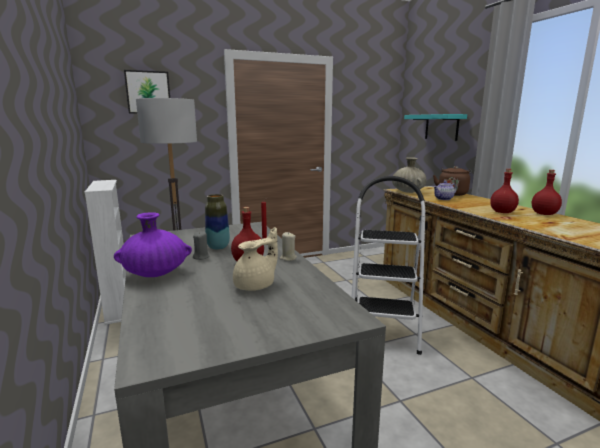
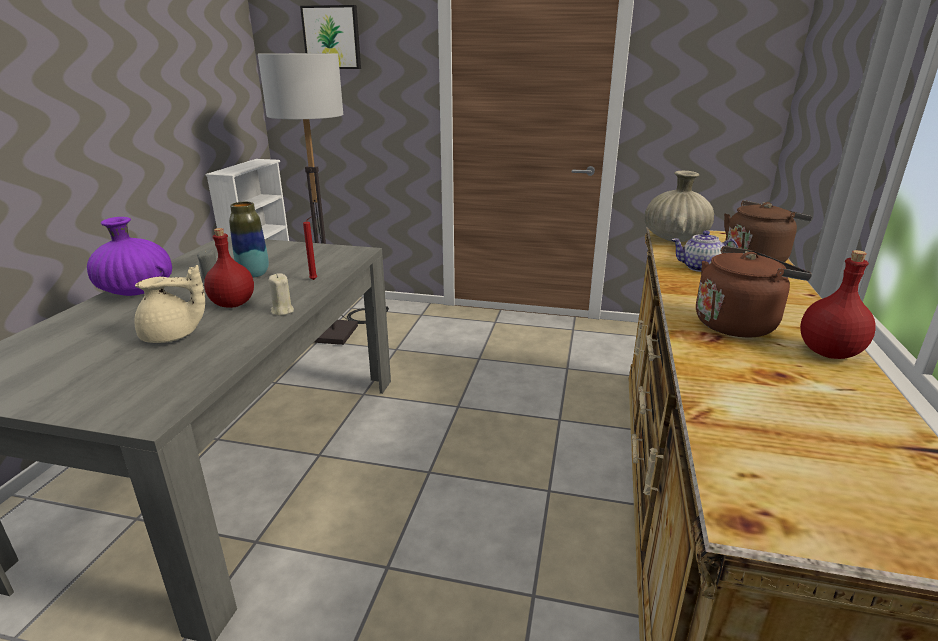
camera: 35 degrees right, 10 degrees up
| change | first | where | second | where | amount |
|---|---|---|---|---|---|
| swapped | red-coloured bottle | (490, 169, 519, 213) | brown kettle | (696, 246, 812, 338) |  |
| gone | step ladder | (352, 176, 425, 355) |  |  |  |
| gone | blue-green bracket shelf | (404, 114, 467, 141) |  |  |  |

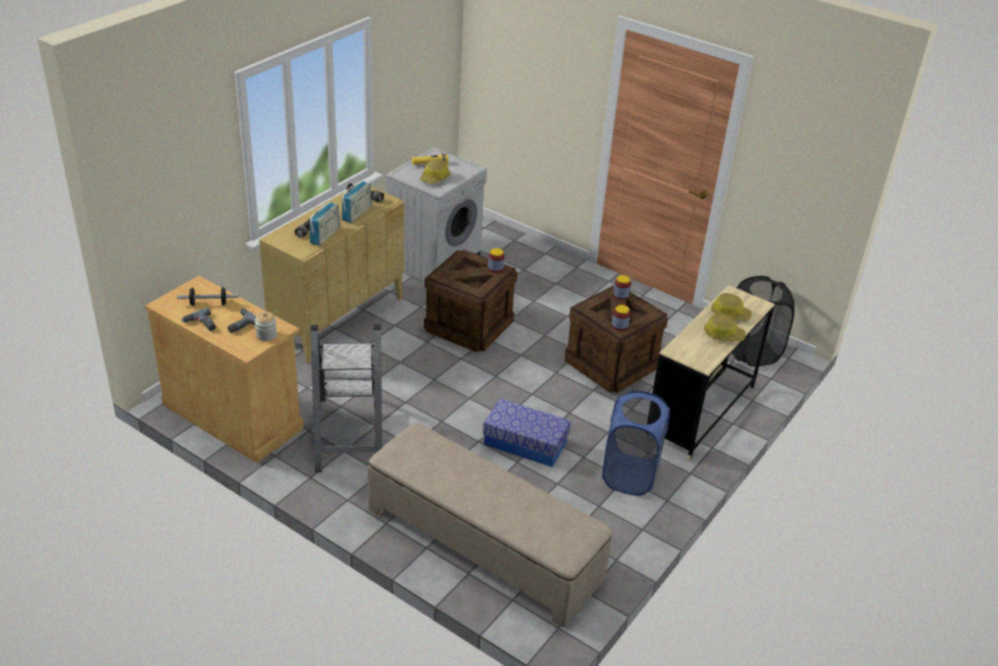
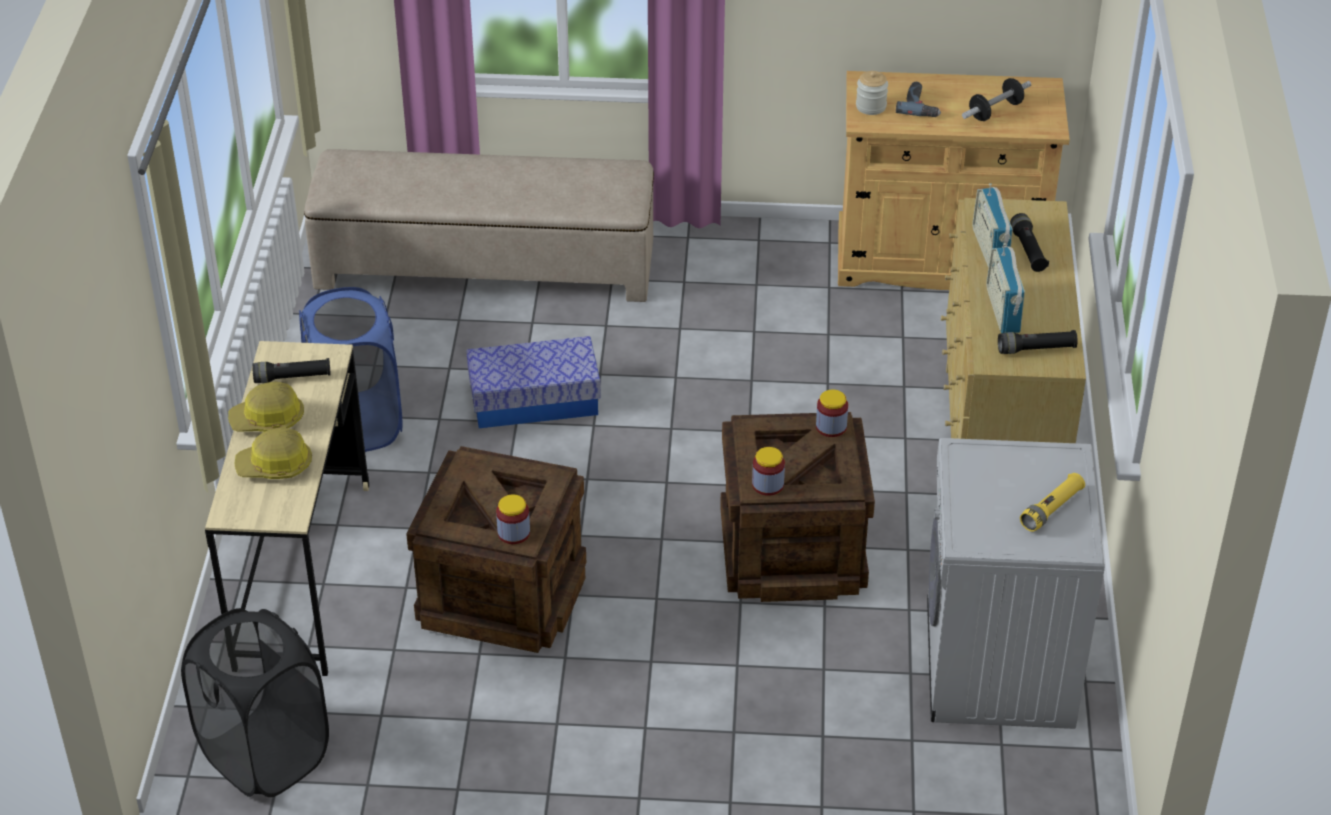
camera: 150 degrees right, 5 degrees up
| change | first | where | second | where | amount |
|---|---|---|---|---|---|
| new |  |  | black-coloured flashlight | (252, 358, 331, 383) |  |
| shifted | storage jar | (612, 305, 630, 331) |  | (816, 389, 848, 437) |  |
| gone | drill | (182, 308, 216, 331) |  |  |  |
| gone | greyish step ladder | (310, 324, 383, 472) |  |  |  |
| gone | hard hat | (420, 158, 450, 184) |  |  |  |

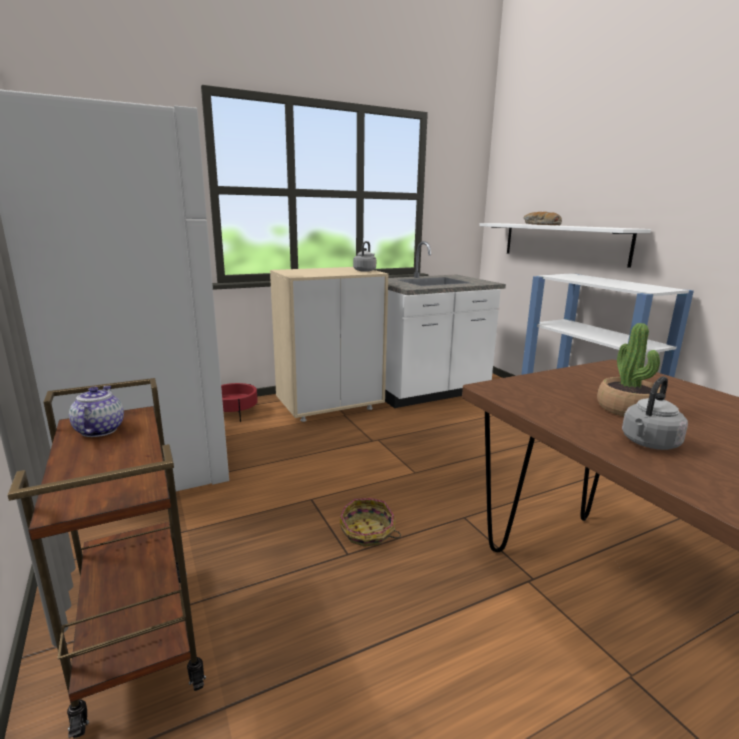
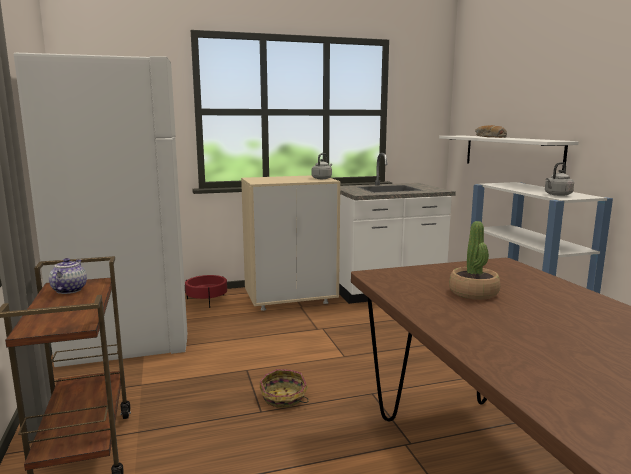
camera: 10 degrees right, 5 degrees down
| change | first | where | second | where | amount |
|---|---|---|---|---|---|
| shifted | greyish kettle | (622, 376, 688, 450) |  | (545, 162, 574, 196) |  |

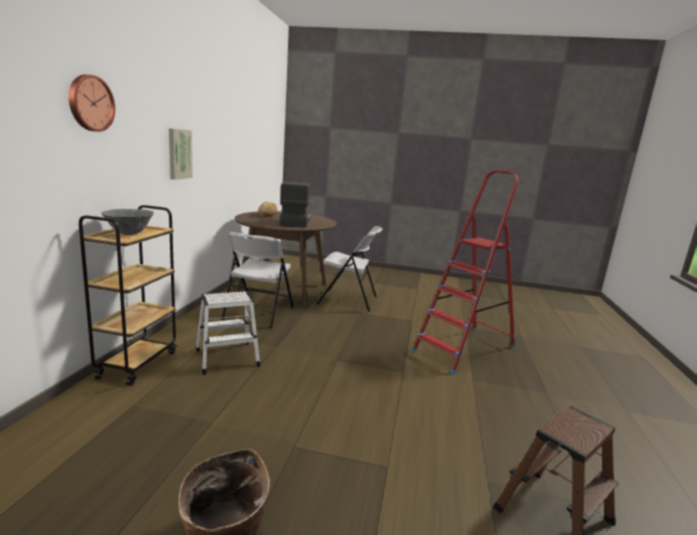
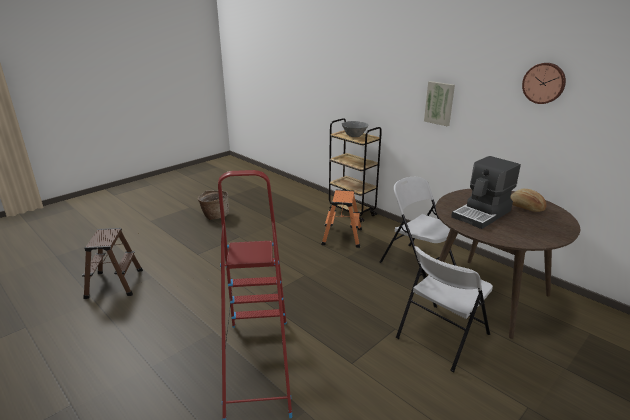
camera: 125 degrees right, 10 degrees up
| change | first | where | second | where | amount |
|---|---|---|---|---|---|
| repainted | whitish step ladder | (196, 291, 260, 375) | orange step ladder | (321, 190, 362, 248) |  |
| rotated | coffee brewer | (280, 181, 310, 228) |  | (451, 156, 521, 229) | 105 degrees clockwise |
| shifted | wall clock | (69, 74, 115, 132) |  | (522, 63, 566, 104) |  |

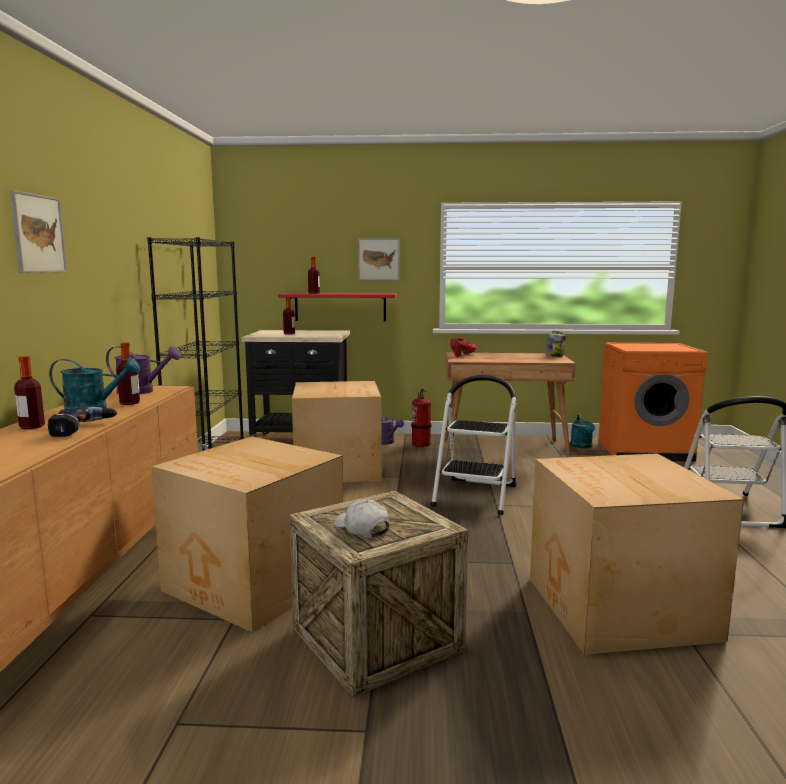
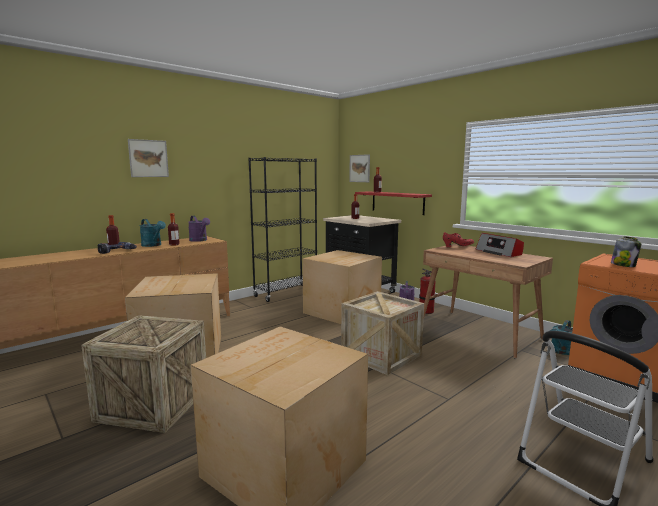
camera: 45 degrees right, 0 degrees up
| change | first | where | second | where | amount |
|---|---|---|---|---|---|
| swapped | step ladder | (431, 375, 516, 515) | shipping crate | (341, 291, 424, 375) |  |
| shifted | picture | (358, 238, 400, 281) |  | (349, 154, 370, 182) |  |
| new |  |  | radio set | (475, 233, 524, 257) |  |
| shifted | storage jar | (546, 331, 566, 357) |  | (611, 236, 641, 267) |  |
| gone | whitish peaked cap | (334, 499, 389, 538) |  |  |  |

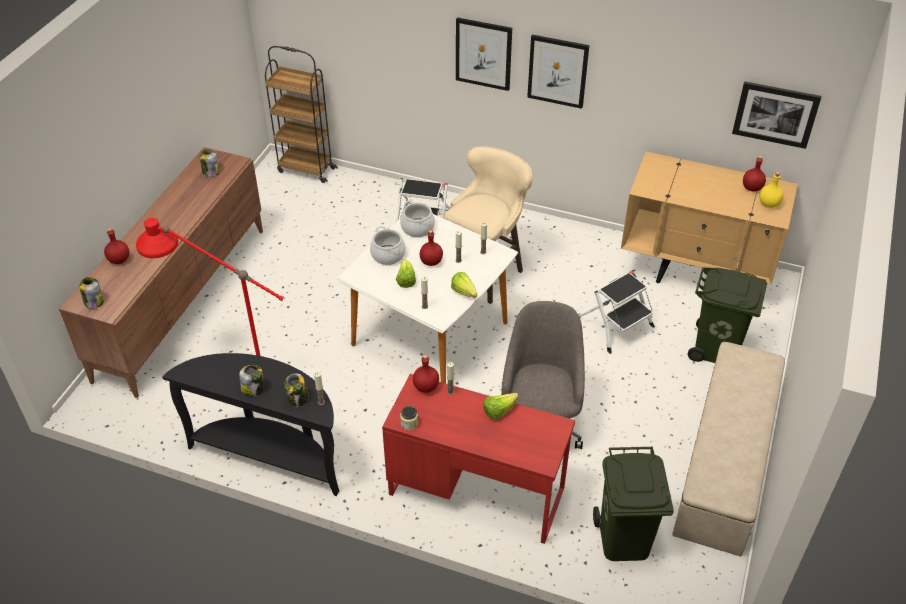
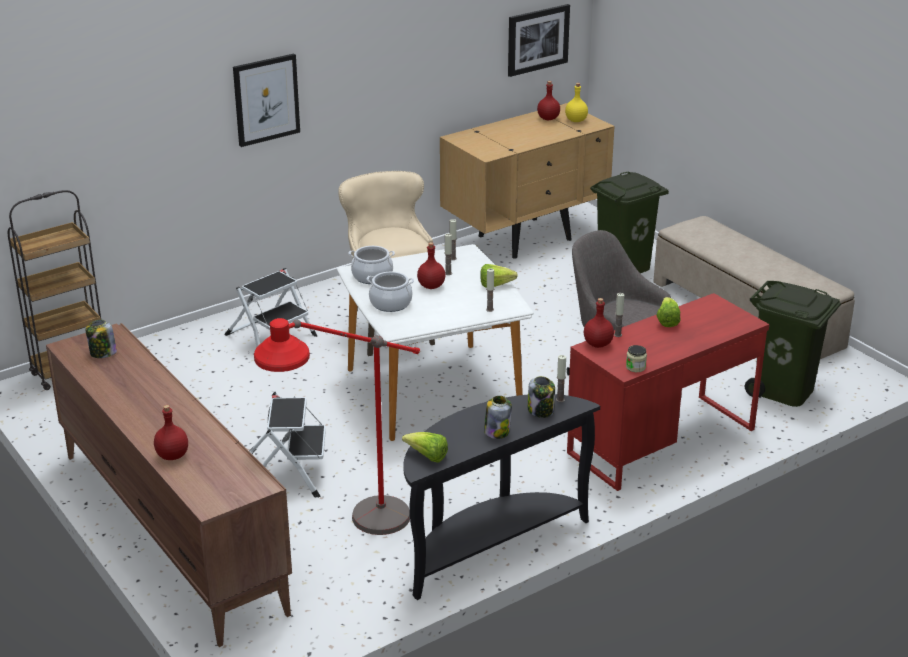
camera: 55 degrees left, 15 degrees down
| change | first | where | second | where | amount |
|---|---|---|---|---|---|
| shifted | step ladder | (578, 269, 655, 354) |  | (249, 392, 326, 497) |  |
| shifted | lettuce | (396, 259, 416, 288) |  | (402, 432, 448, 463) |  |
| gone | storage jar | (79, 277, 104, 309) |  |  |  |
| gone | picture | (527, 35, 589, 109) |  |  |  |

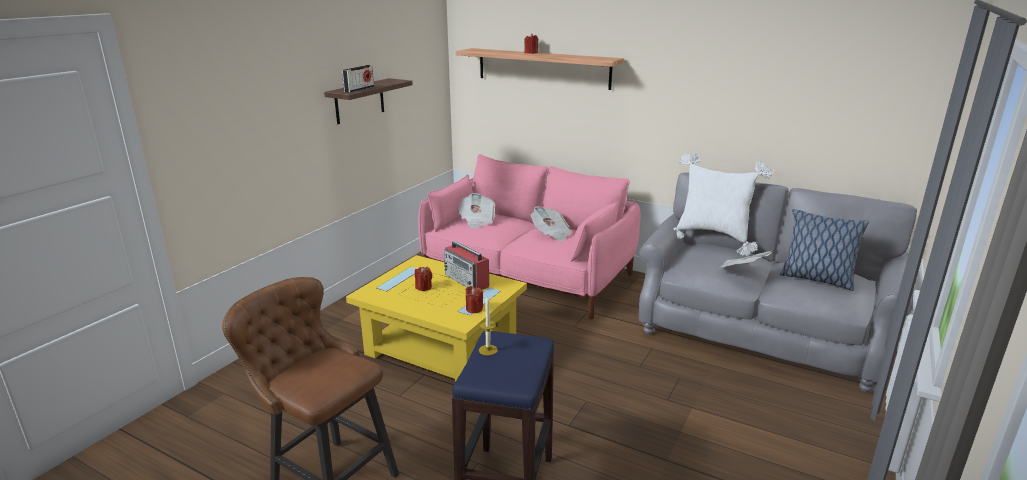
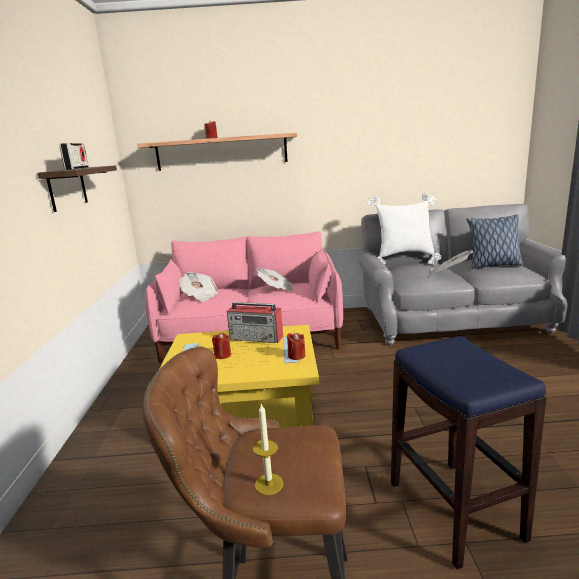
camera: 30 degrees left, 5 degrees down
| change | first | where | second | where | amount |
|---|---|---|---|---|---|
| shifted | wax light | (479, 296, 498, 356) |  | (253, 404, 283, 495) |  |

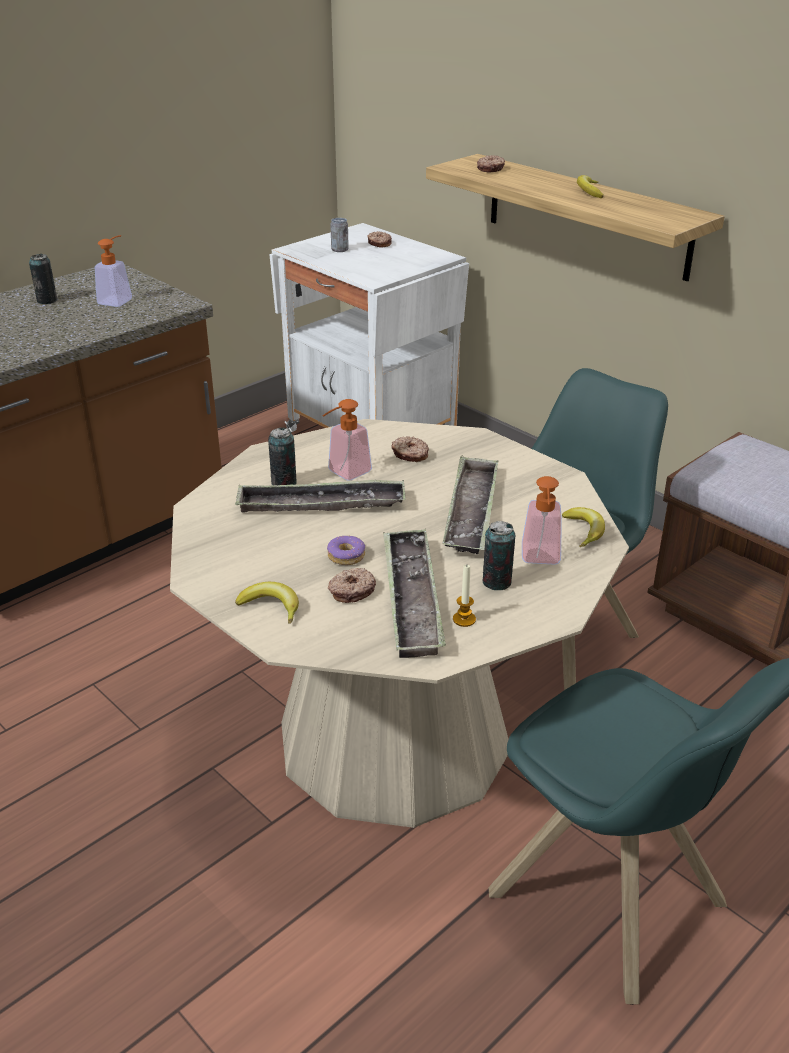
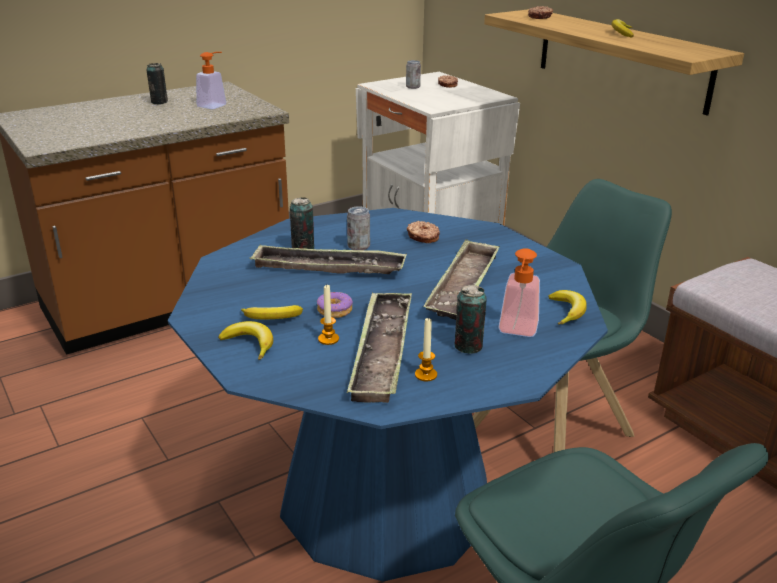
camera: 10 degrees right, 5 degrees down
| change | first | where | second | where | amount |
|---|---|---|---|---|---|
| repainted | beige kitchen table | (170, 419, 629, 828) | blue kitchen table | (168, 208, 608, 582) |  |
| new |  |  | banana | (241, 305, 303, 319) |  |
| swapped | doughnut | (328, 568, 376, 603) | wax light | (318, 285, 339, 345) |  |
| swapped | soap bottle | (322, 399, 372, 481) | can | (347, 206, 370, 250) |  |

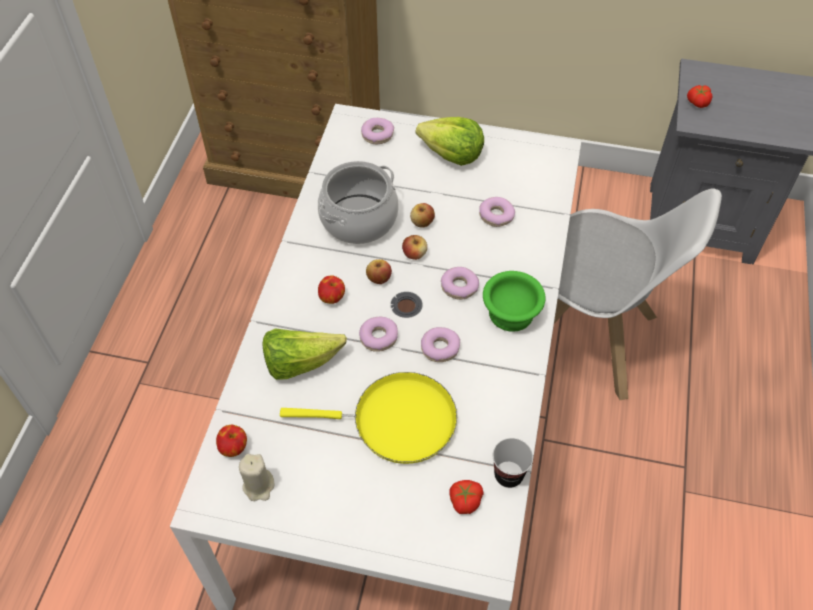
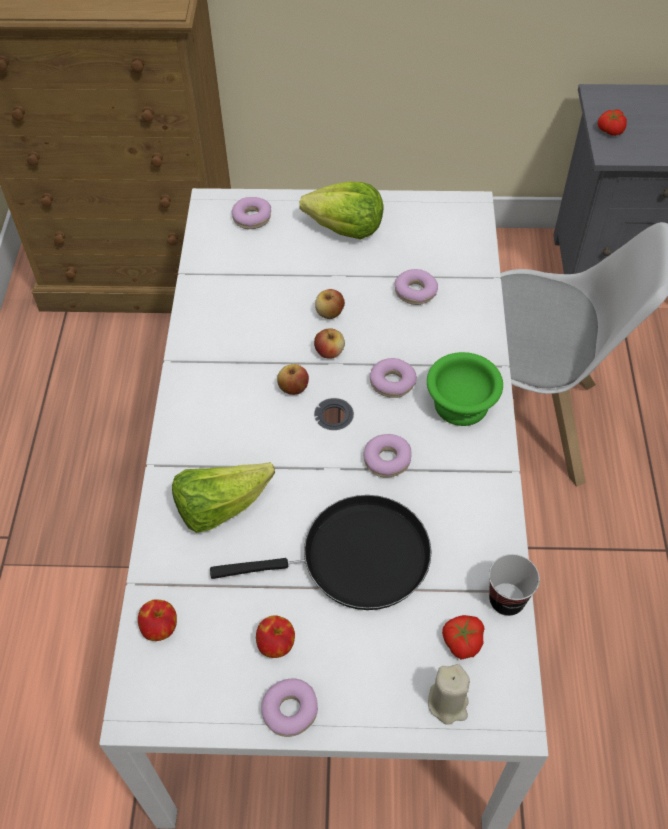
camera: 10 degrees left, 0 degrees up
| change | first | where | second | where | amount |
|---|---|---|---|---|---|
| repainted | yellow-coloured pan | (280, 372, 457, 464) | black-coloured pan | (210, 495, 431, 610) |  |
| shifted | apple fruit | (318, 275, 345, 304) |  | (256, 615, 295, 658) |  |
| shifted | doughnut | (359, 317, 398, 352) |  | (261, 678, 318, 737) |  |
| shifted | beige wax light | (239, 454, 274, 501) |  | (428, 664, 470, 725) |  |
| gone | cooking pot | (318, 161, 399, 244) |  |  |  |

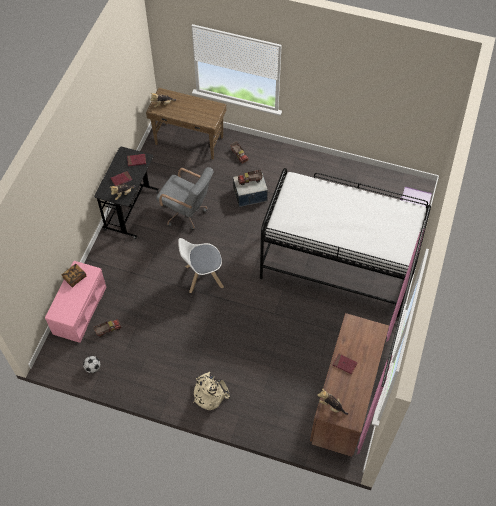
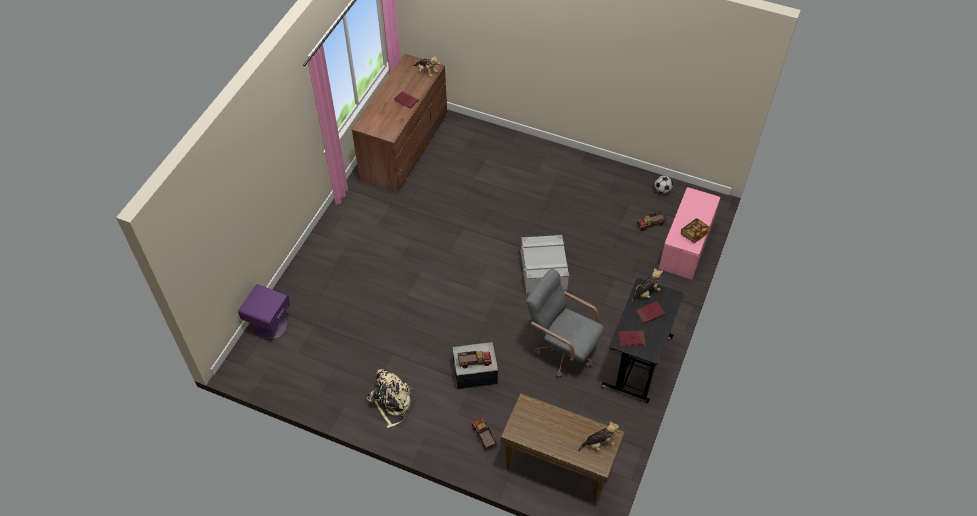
camera: 175 degrees left, 5 degrees down
| change | first | where | second | where | amount |
|---|---|---|---|---|---|
| shifted | beige knapsack | (193, 372, 230, 410) |  | (367, 369, 412, 428) |  |
| swapped | upright chair | (178, 238, 224, 293) | greyish storage bin | (520, 235, 569, 294) |  |
| gone | black-coloured bedroom bed | (260, 168, 431, 317) |  |  |  |

